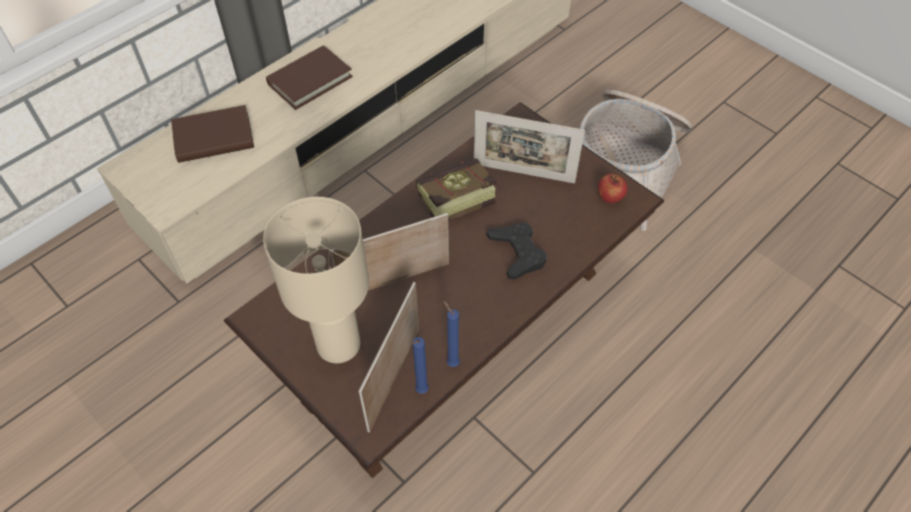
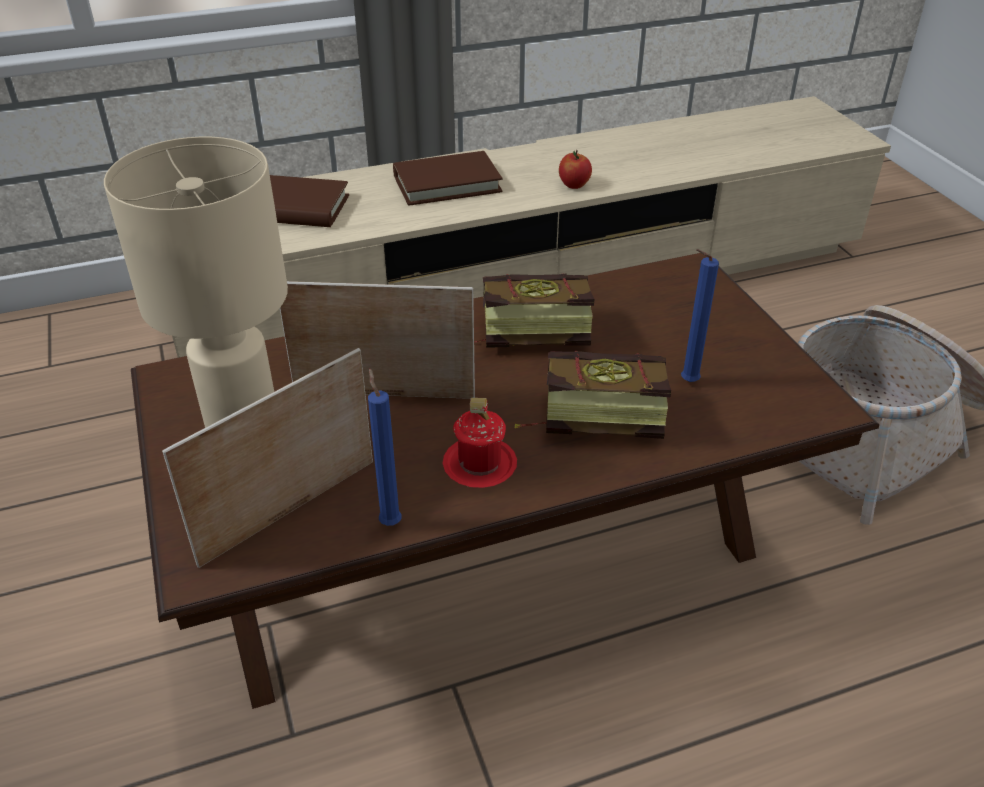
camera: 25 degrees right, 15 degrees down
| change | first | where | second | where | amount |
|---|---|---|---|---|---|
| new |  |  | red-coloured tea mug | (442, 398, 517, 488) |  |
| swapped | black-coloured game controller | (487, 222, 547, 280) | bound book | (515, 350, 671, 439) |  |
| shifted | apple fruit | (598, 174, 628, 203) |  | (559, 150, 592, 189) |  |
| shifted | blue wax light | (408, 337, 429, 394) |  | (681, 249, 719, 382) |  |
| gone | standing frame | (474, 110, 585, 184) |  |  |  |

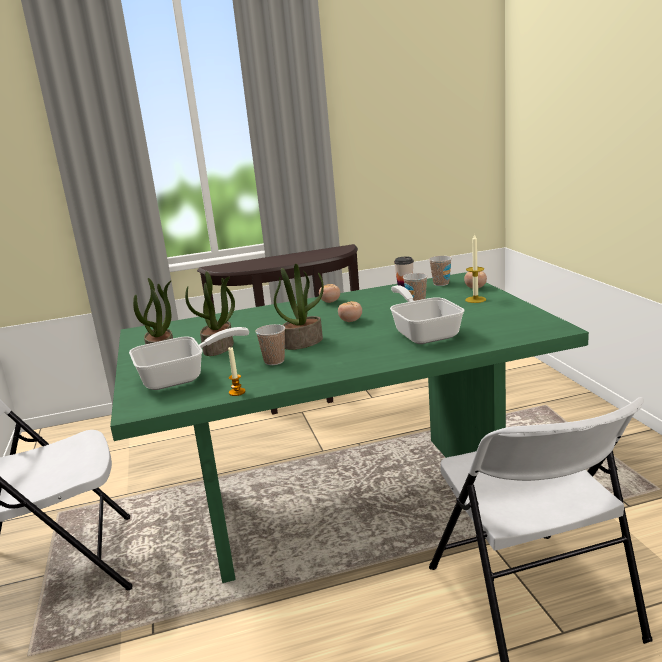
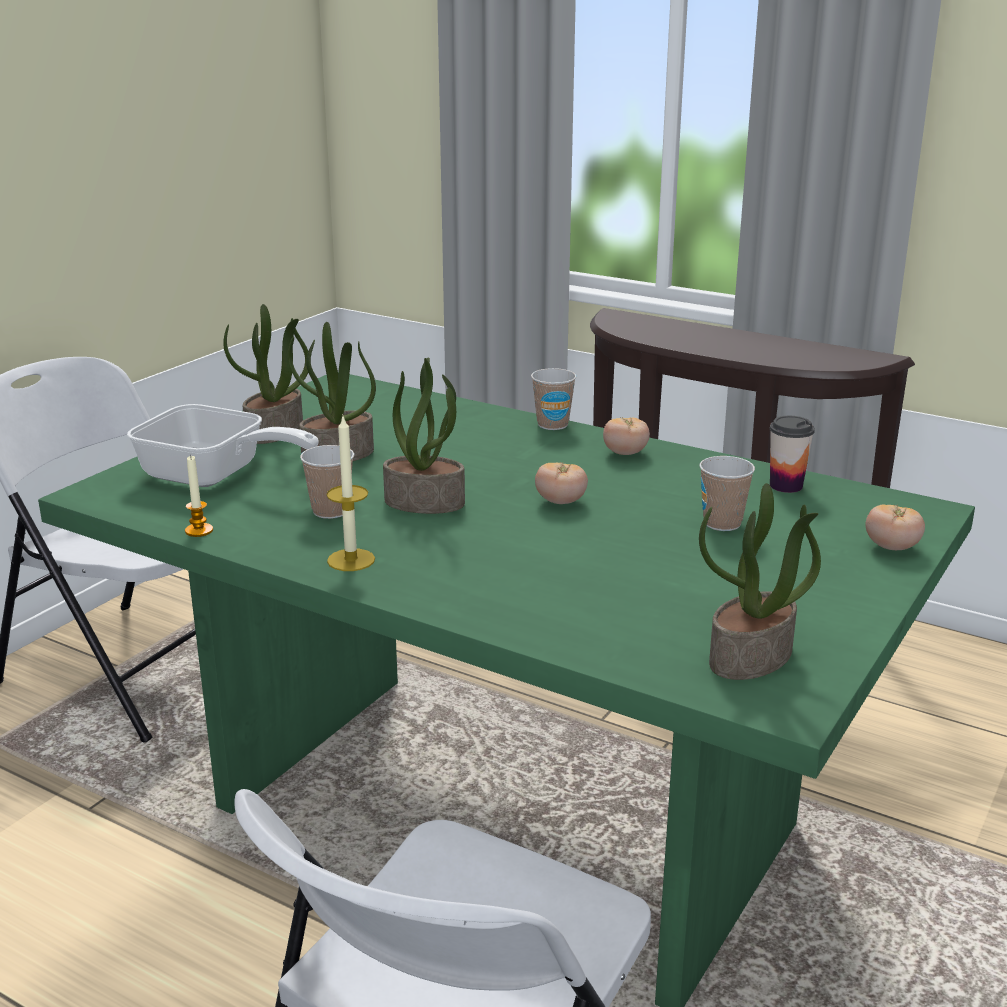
camera: 45 degrees right, 5 degrees up
| change | first | where | second | where | amount |
|---|---|---|---|---|---|
| shifted | wax light | (465, 233, 486, 303) |  | (326, 414, 375, 571) |  |
| shifted | drinking cup | (429, 256, 452, 286) |  | (531, 368, 577, 430) |  |
| new |  |  | plant in a pot | (699, 483, 821, 680) |  |
| gone | pan | (390, 285, 464, 344) |  |  |  |

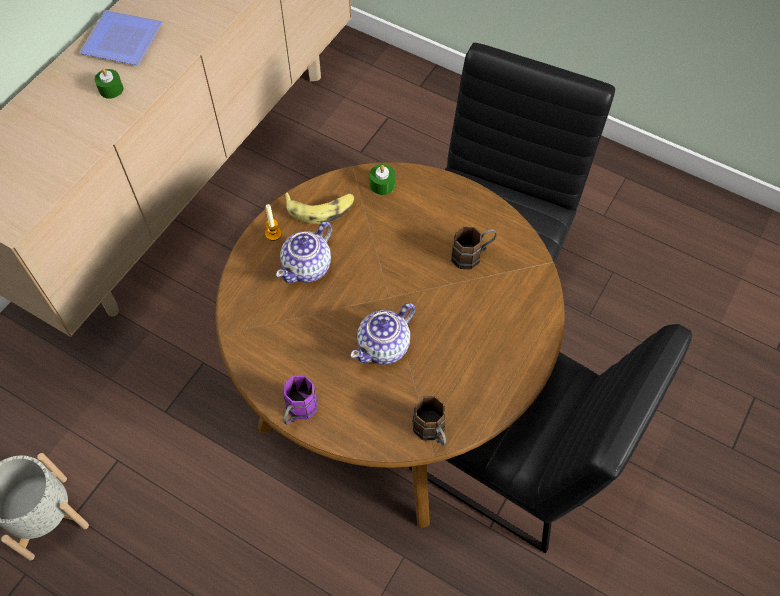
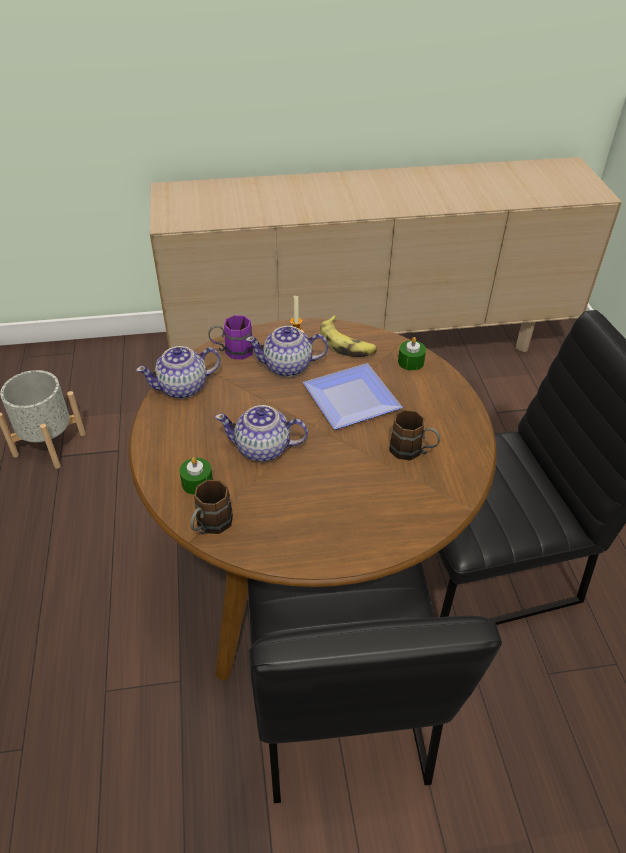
camera: 50 degrees right, 15 degrees down
| change | first | where | second | where | amount |
|---|---|---|---|---|---|
| new |  |  | tea pot | (136, 346, 221, 399) |  |
| shifted | greenish wax light | (94, 68, 123, 99) |  | (180, 457, 213, 495) |  |
| shifted | purple tea mug | (284, 376, 318, 425) |  | (208, 315, 254, 360) |  |
| shifted | plate | (79, 10, 162, 65) |  | (303, 363, 402, 429) |  |

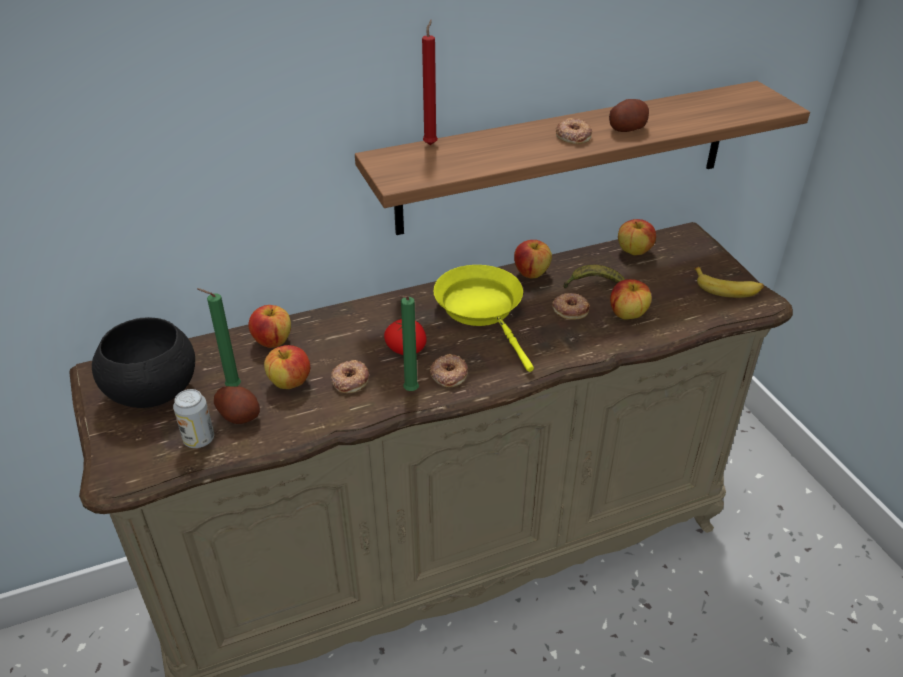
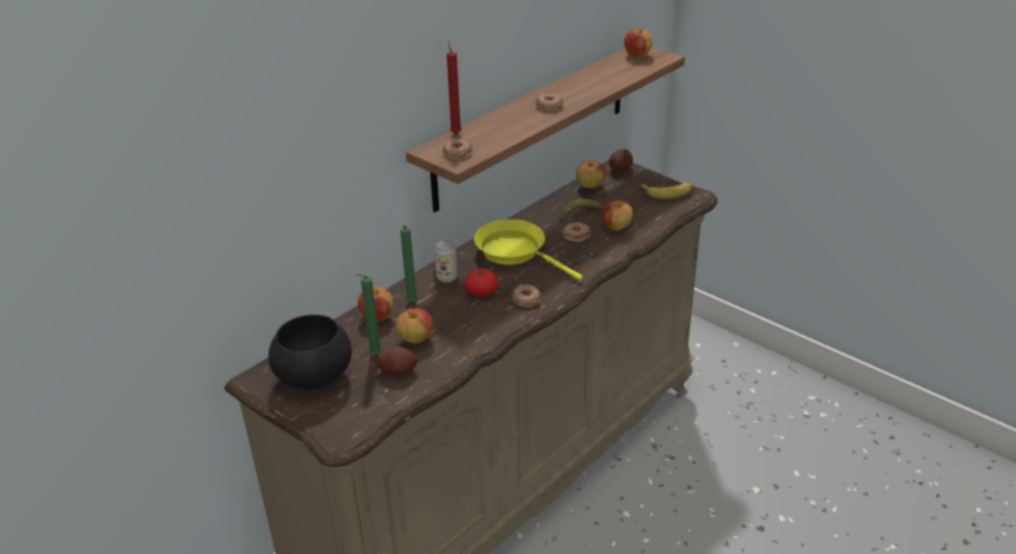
camera: 25 degrees left, 5 degrees down
| change | first | where | second | where | amount |
|---|---|---|---|---|---|
| shifted | greenish wax light | (399, 296, 419, 391) |  | (400, 225, 418, 302) |  |
| shifted | can | (173, 389, 214, 448) |  | (434, 240, 458, 283) |  |
| shifted | doughnut | (331, 360, 369, 393) |  | (443, 138, 472, 160) |  |
| shifted | whole potato | (609, 99, 649, 132) |  | (609, 149, 633, 172) |  |
| shifted | apple fruit | (514, 240, 552, 278) |  | (624, 28, 653, 58) |  |

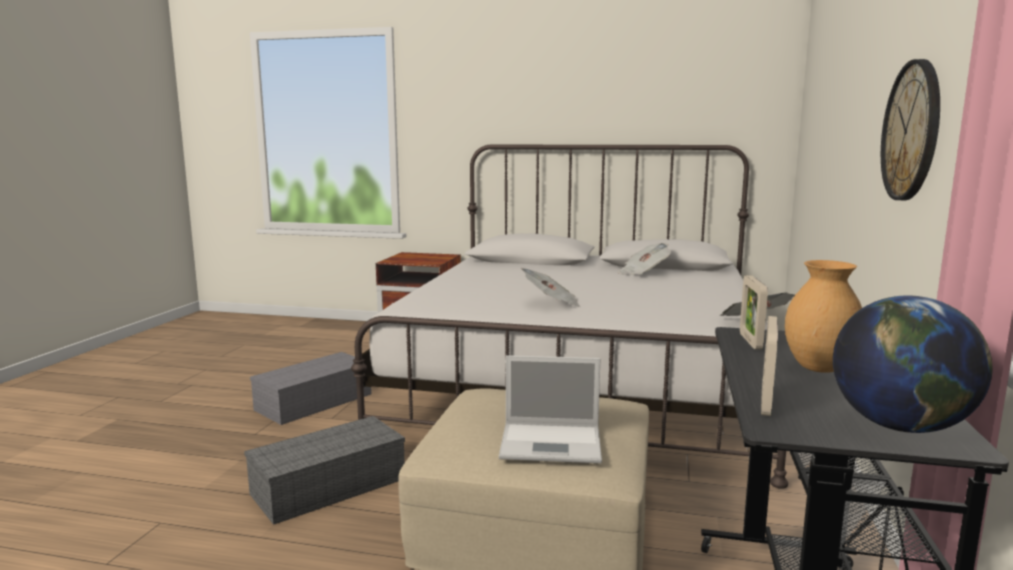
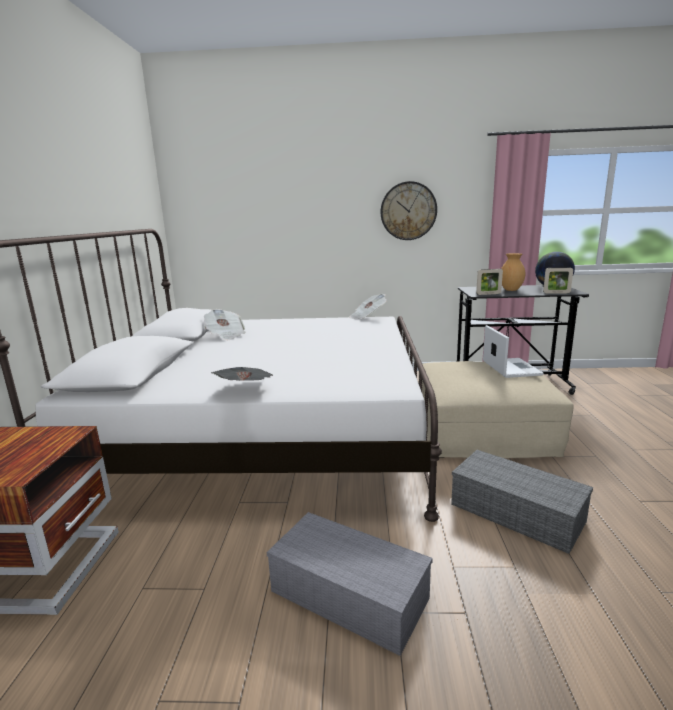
camera: 100 degrees left, 5 degrees up
| change | first | where | second | where | amount |
|---|---|---|---|---|---|
| shifted | newspaper | (521, 268, 581, 307) |  | (211, 367, 273, 381) |  |

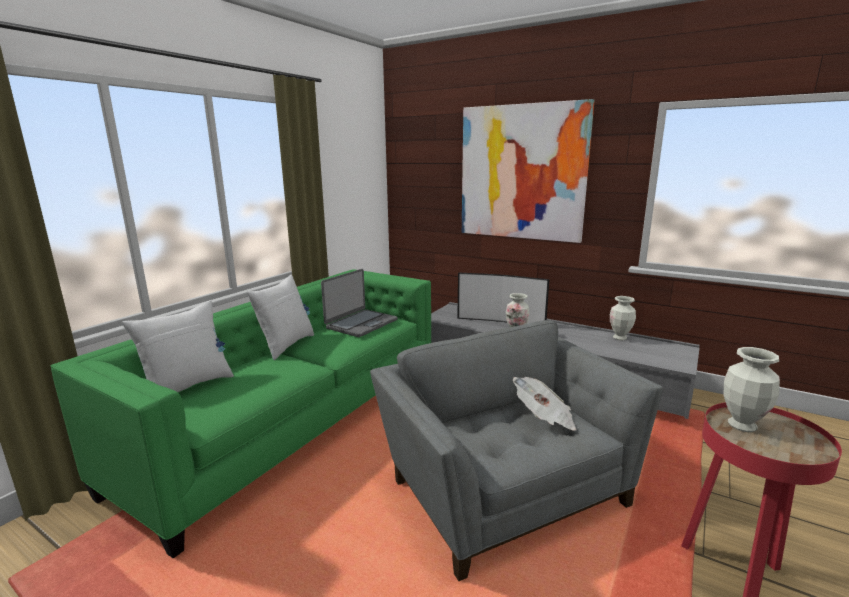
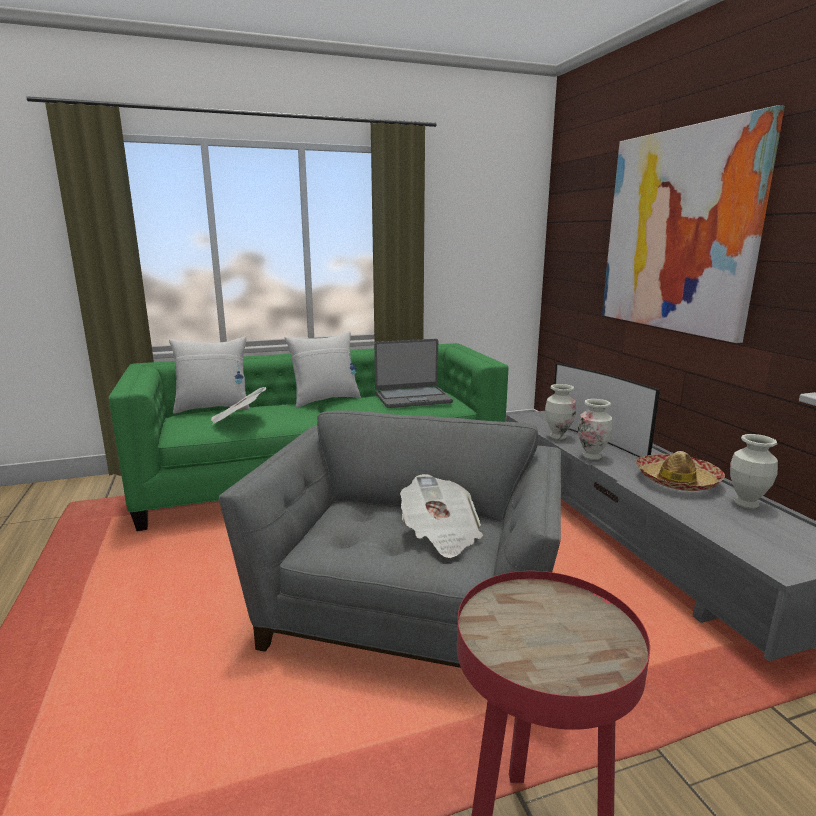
camera: 40 degrees right, 0 degrees up
| change | first | where | second | where | amount |
|---|---|---|---|---|---|
| new |  |  | newspaper | (211, 387, 266, 424) |  |
| shifted | flower vase | (723, 347, 780, 432) |  | (545, 384, 576, 440) |  |
| new |  |  | clothing hat | (636, 451, 725, 491) |  |

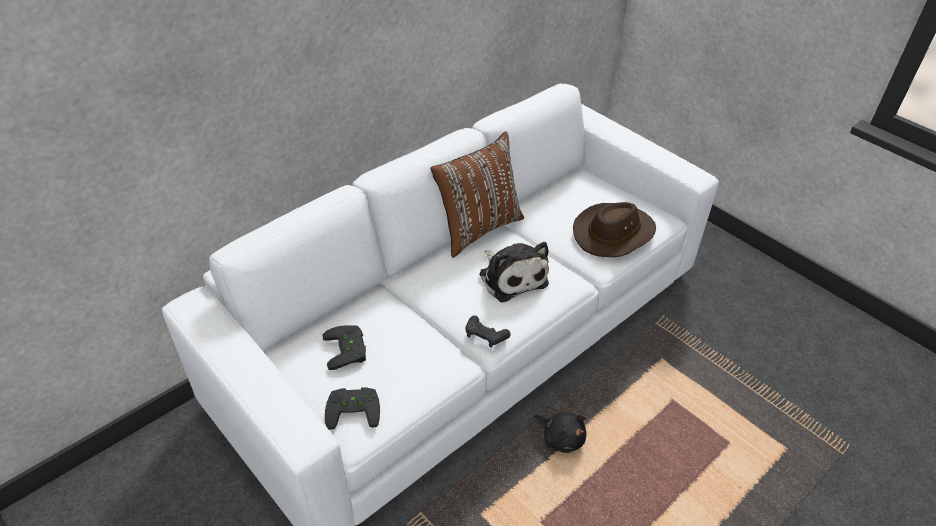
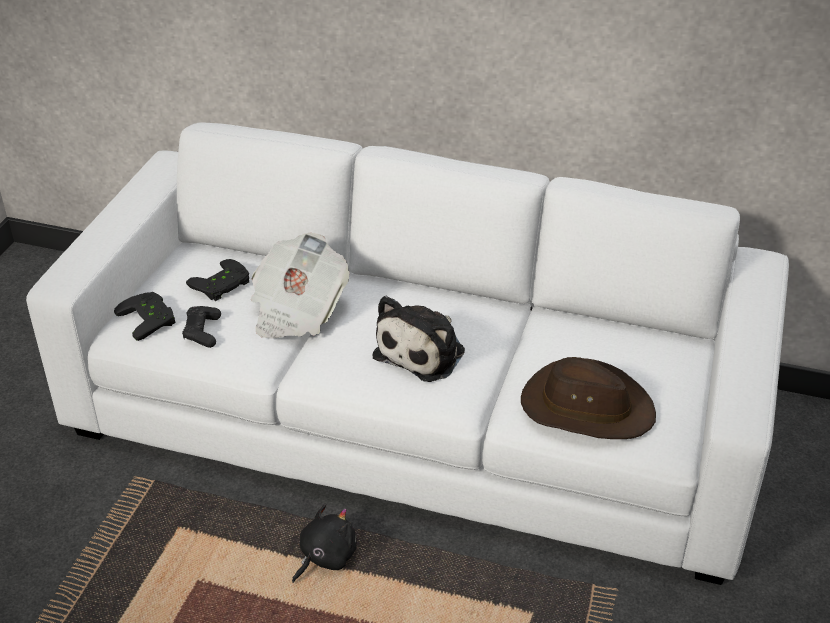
camera: 60 degrees right, 5 degrees down
| change | first | where | second | where | amount |
|---|---|---|---|---|---|
| shifted | black-coloured game controller | (465, 315, 511, 347) |  | (182, 306, 221, 348) |  |
| new |  |  | newspaper | (251, 233, 350, 339) |  |
| rotated | black-coloured cuddly toy | (534, 412, 586, 453) |  | (292, 504, 357, 583) | 150 degrees counterclockwise |
| gone | brown throw pillow | (430, 131, 524, 258) |  |  |  |

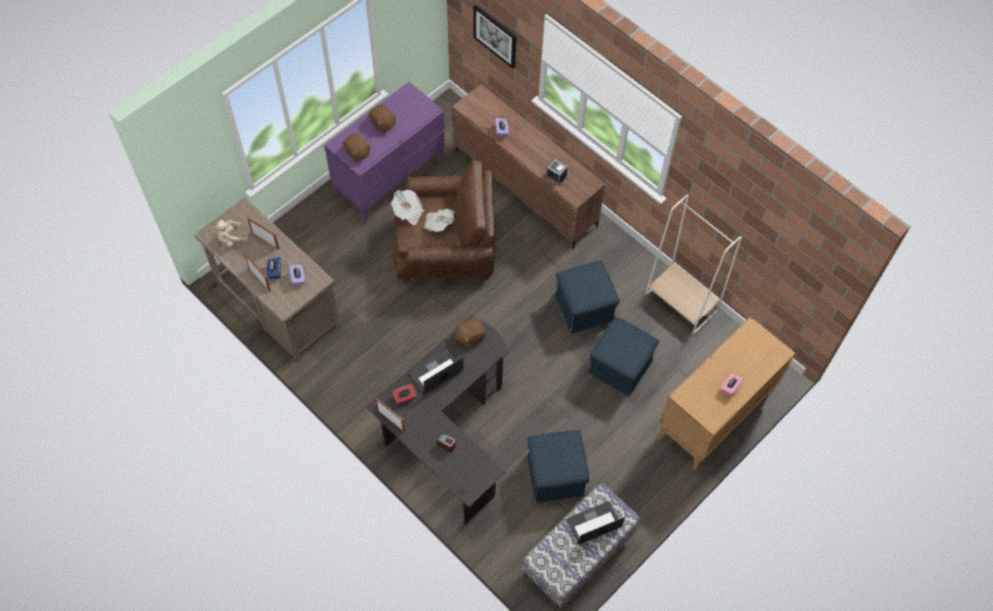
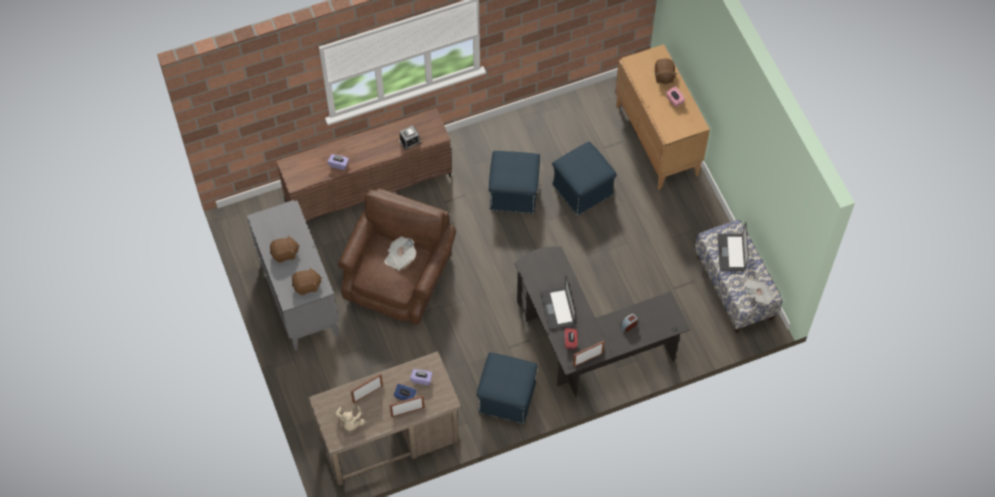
camera: 65 degrees left, 0 degrees up
| change | first | where | second | where | amount |
|---|---|---|---|---|---|
| repainted | purple cabinet | (324, 82, 445, 224) | greyish cabinet | (247, 200, 339, 350) |  |
| shifted | blue pouffe | (527, 430, 589, 503) |  | (477, 352, 538, 424) |  |
| shifted | brown cuddly toy | (455, 318, 486, 347) |  | (655, 58, 677, 84) |  |
| shifted | newspaper | (391, 190, 424, 225) |  | (745, 279, 776, 305) |  |
| gone | picture | (474, 5, 517, 69) |  |  |  |
| gone | clothes rack | (645, 195, 742, 334) |  |  |  |

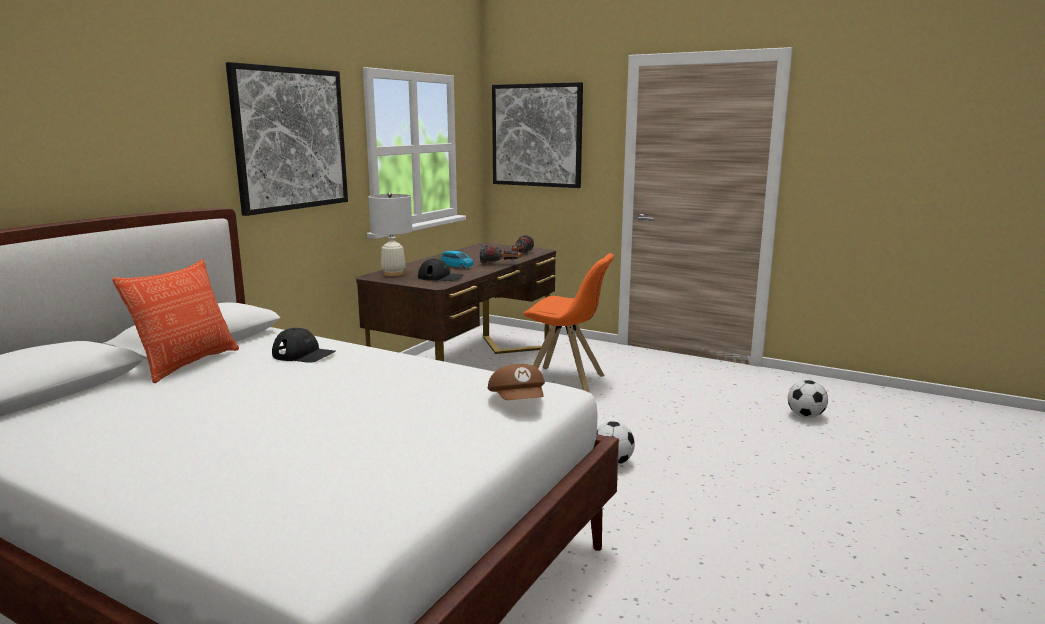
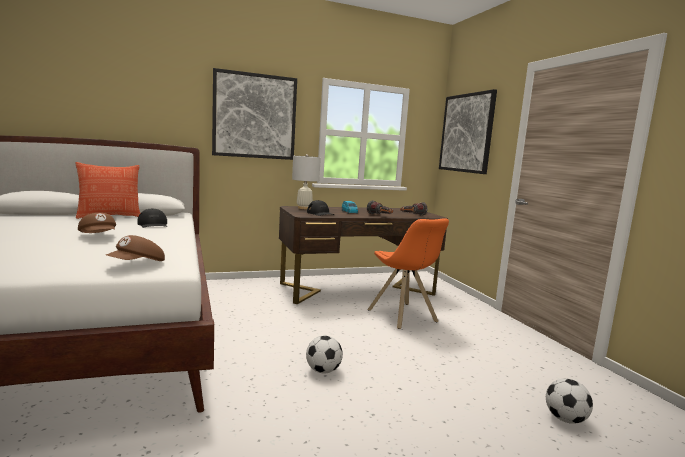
camera: 40 degrees right, 5 degrees down
| change | first | where | second | where | amount |
|---|---|---|---|---|---|
| new |  |  | brown peaked cap | (78, 213, 116, 233) |  |

